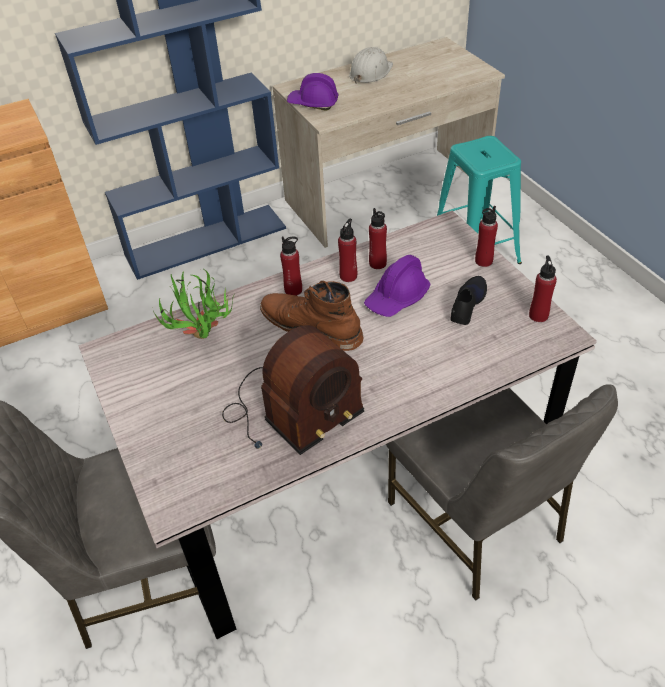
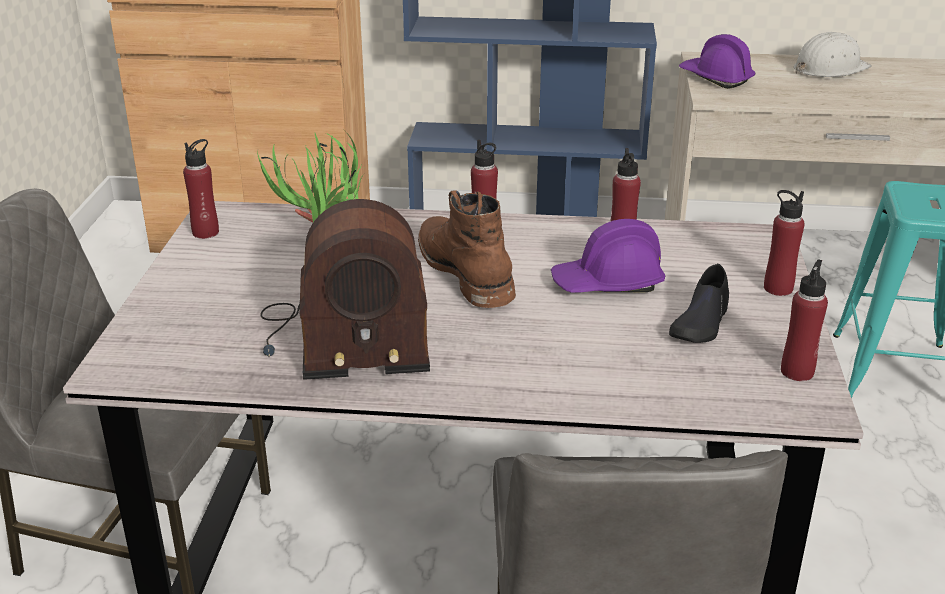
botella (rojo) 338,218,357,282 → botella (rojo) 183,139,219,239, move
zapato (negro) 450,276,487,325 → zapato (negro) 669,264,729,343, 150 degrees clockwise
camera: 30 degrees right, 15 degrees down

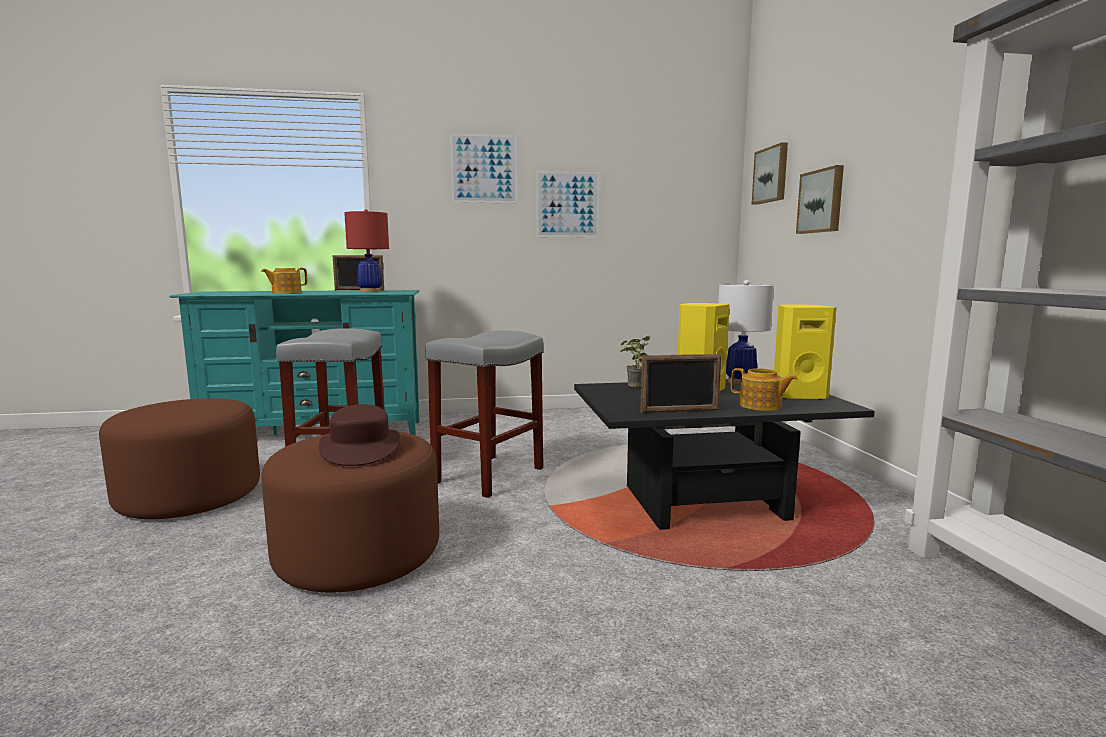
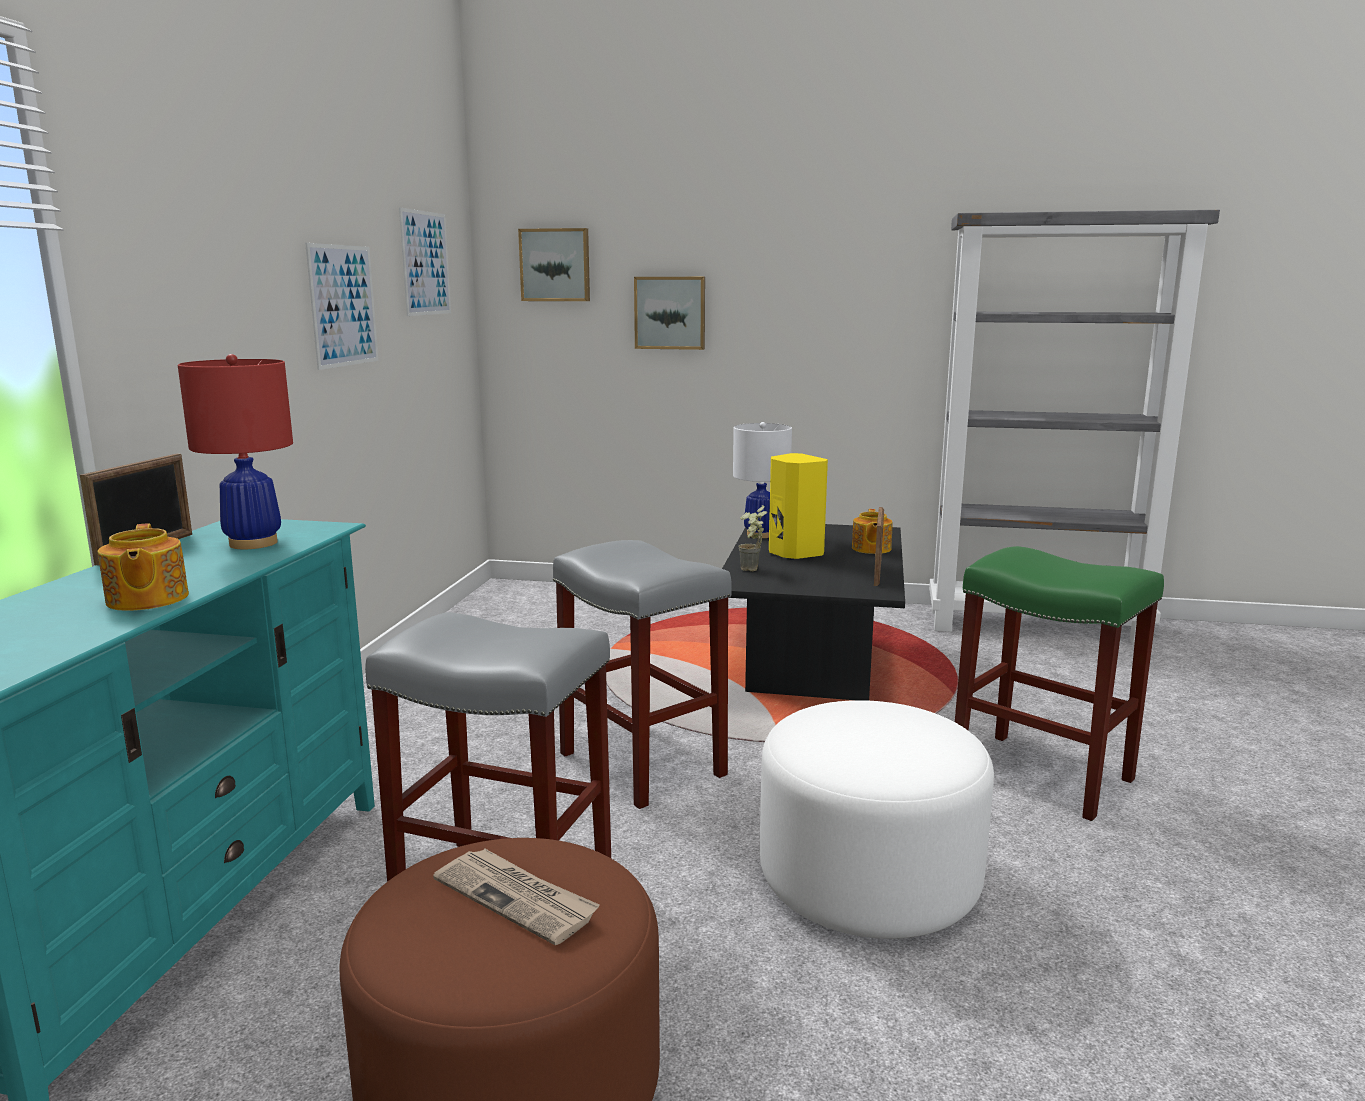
puf (marrón) 261,431,439,593 → puf (blanco) 760,700,994,939
sombrero (marrón) 319,404,400,466 → -
cuadro 450,133,517,203 → cuadro 399,208,451,316, move
tetera 731,368,797,411 → tetera 852,509,892,554, 135 degrees clockwise
altavoz (amarillo) 774,305,837,400 → -
- → periódico 433,849,600,945
- → taburete (verde) 955,546,1164,821
camera: 70 degrees left, 5 degrees up

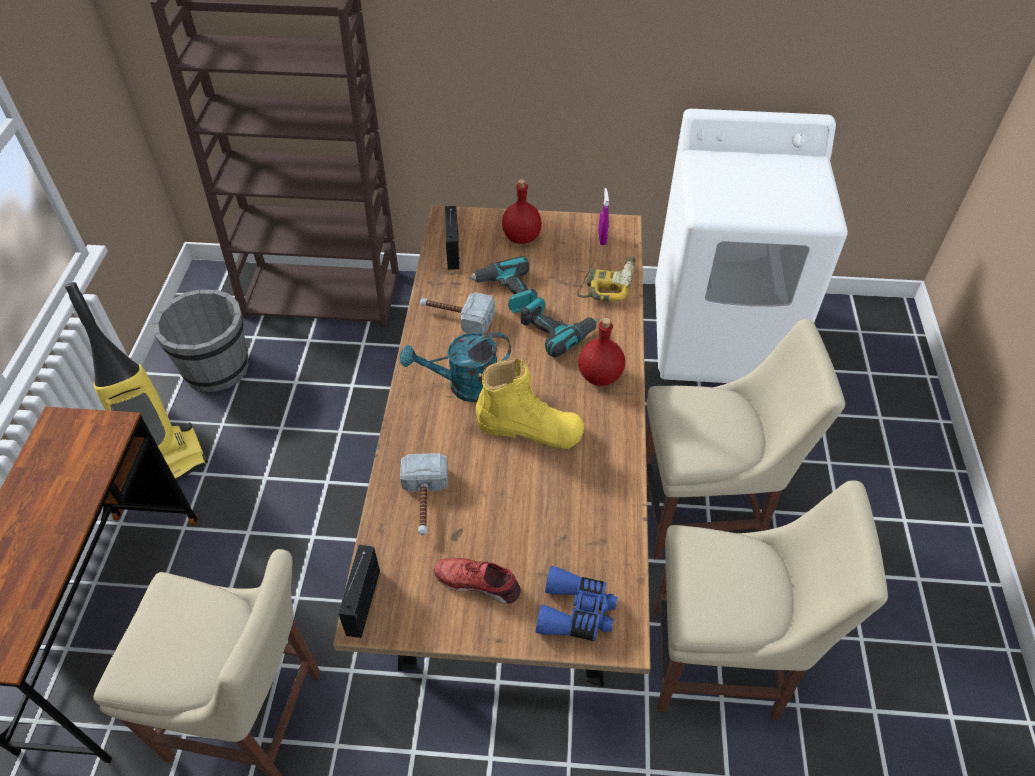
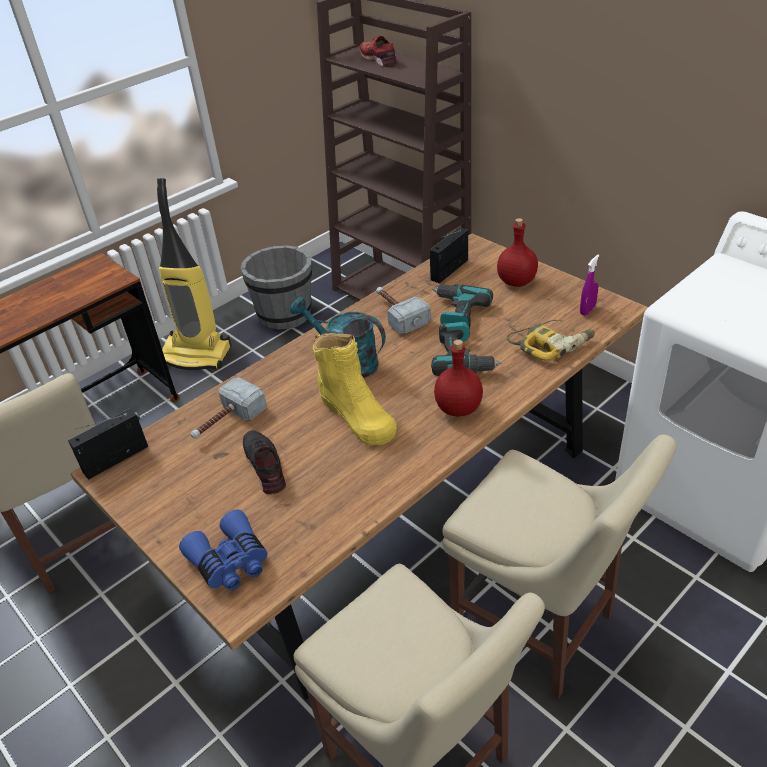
zapato (rojo) 434,558,521,604 → zapato (rojo) 360,36,397,67, move
- → zapato (negro) 243,430,286,494
camera: 45 degrees right, 10 degrees down

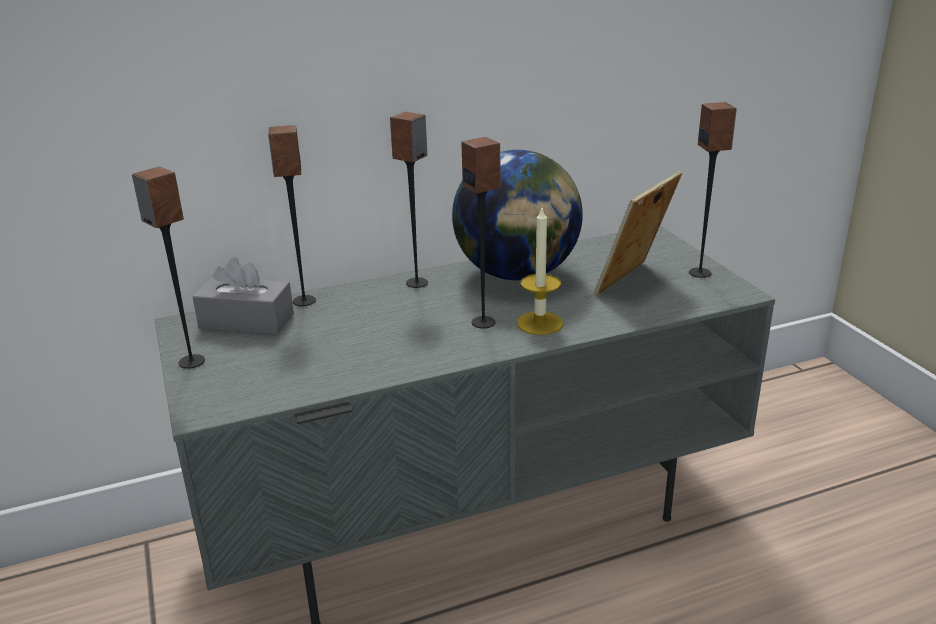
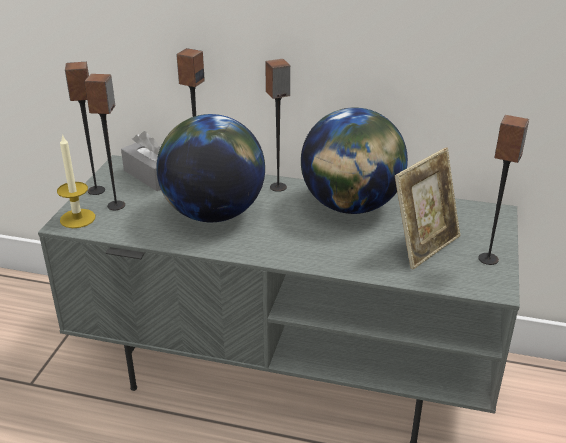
altavoz 461,137,501,329 → altavoz 85,74,125,210, move
vela 517,208,563,335 → vela 57,134,95,228, move
portarretratos 594,171,682,295 → portarretratos 395,148,460,269, 150 degrees clockwise
- → globo terráqueo 156,114,265,222
camera: 35 degrees right, 5 degrees up

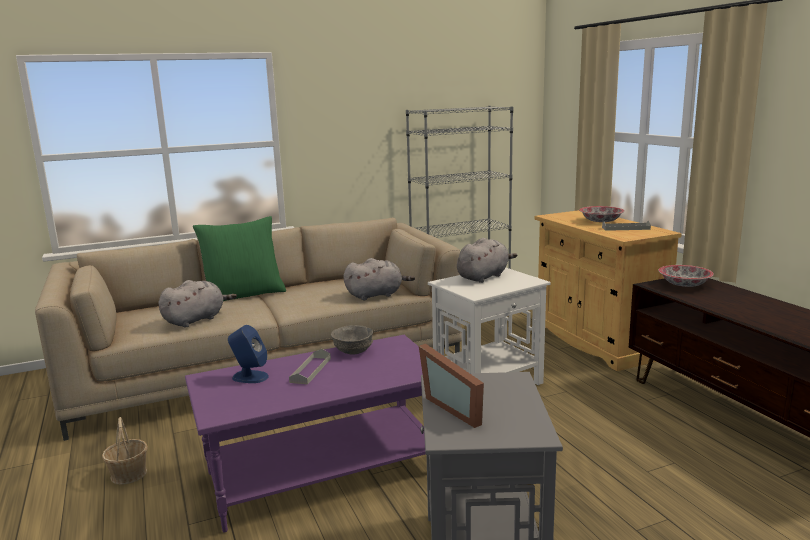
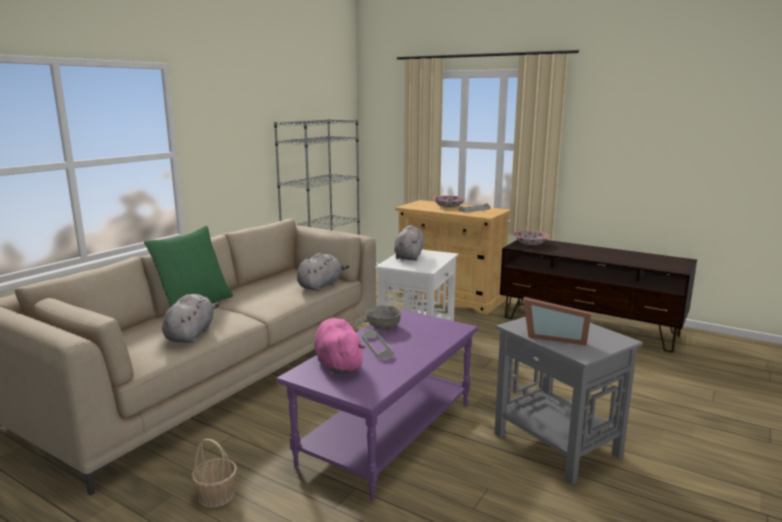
altavoz (azul) 228,325,269,383 → peluche (rosa) 314,318,365,374
camera: 35 degrees left, 0 degrees up

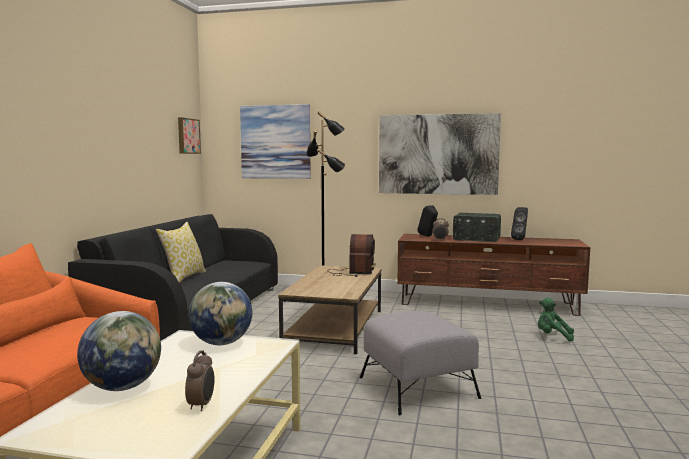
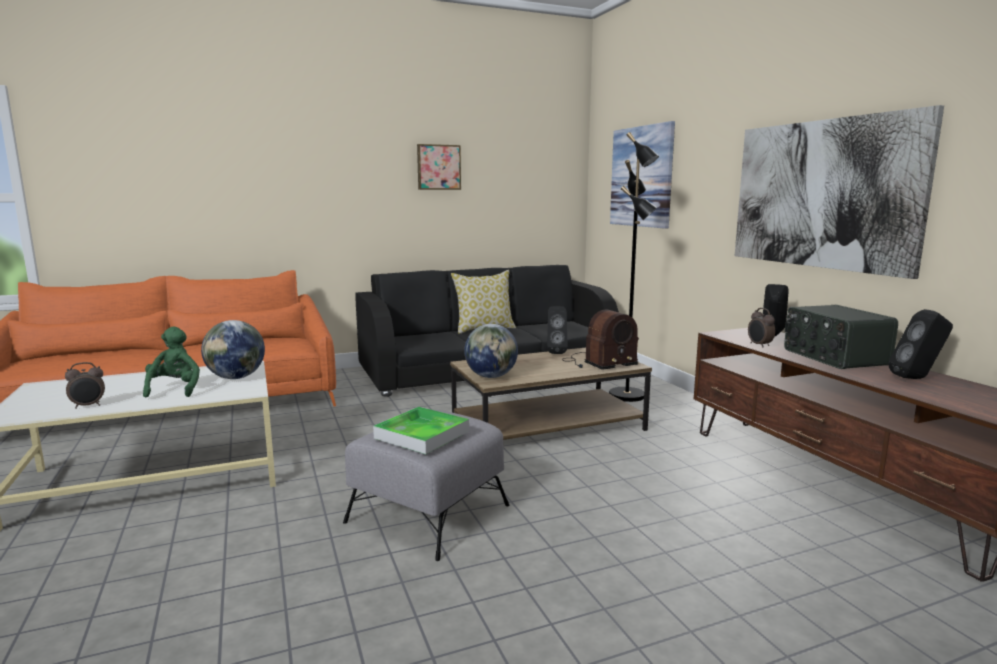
globo terráqueo 77,311,161,391 → globo terráqueo 464,324,518,378, move
cuadro 178,117,201,154 → cuadro 417,144,461,190, move
peluche (verde) 538,298,574,341 → peluche (verde) 143,327,200,397, move
- → bandeja 373,407,469,454
- → altavoz (negro) 547,306,568,354
camera: 55 degrees right, 5 degrees up

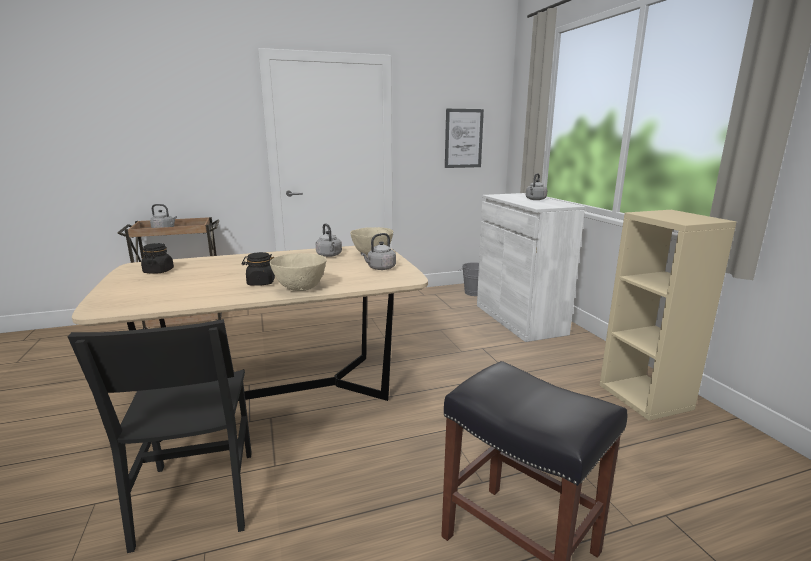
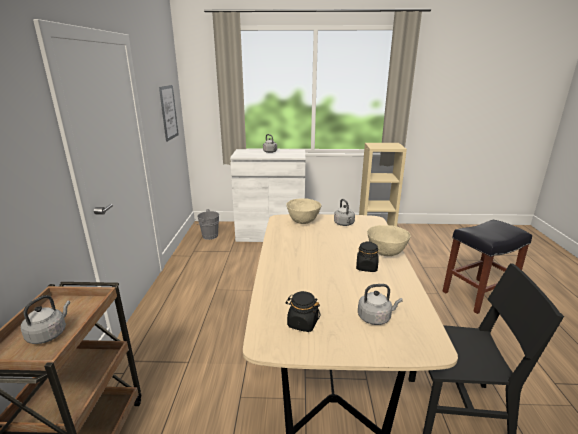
hervidor (gris) 316,223,342,257 → hervidor (gris) 358,284,403,325, move
camera: 70 degrees left, 5 degrees up

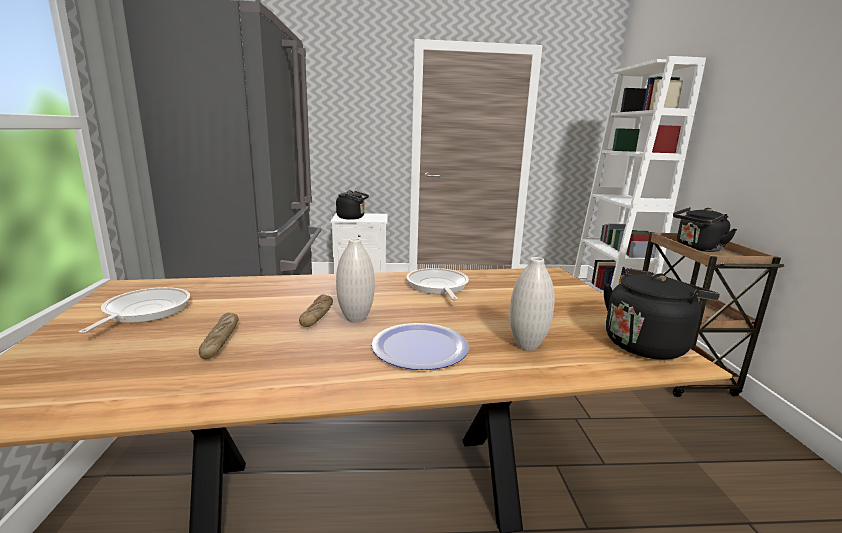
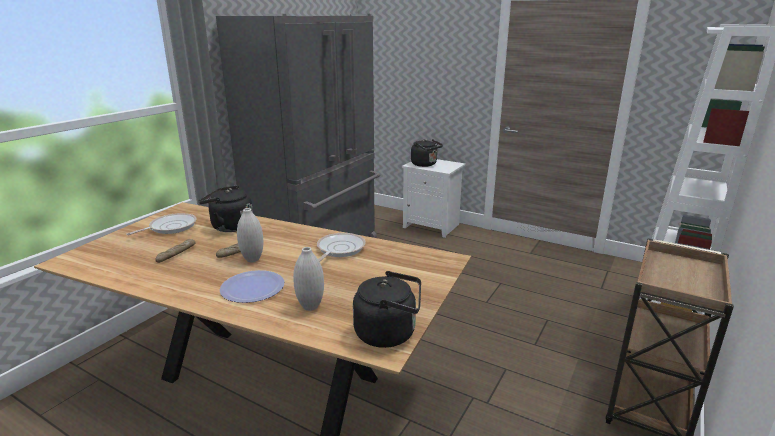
hervidor (negro) 673,207,737,252 → hervidor (negro) 199,185,253,232, move
camera: 35 degrees right, 5 degrees up

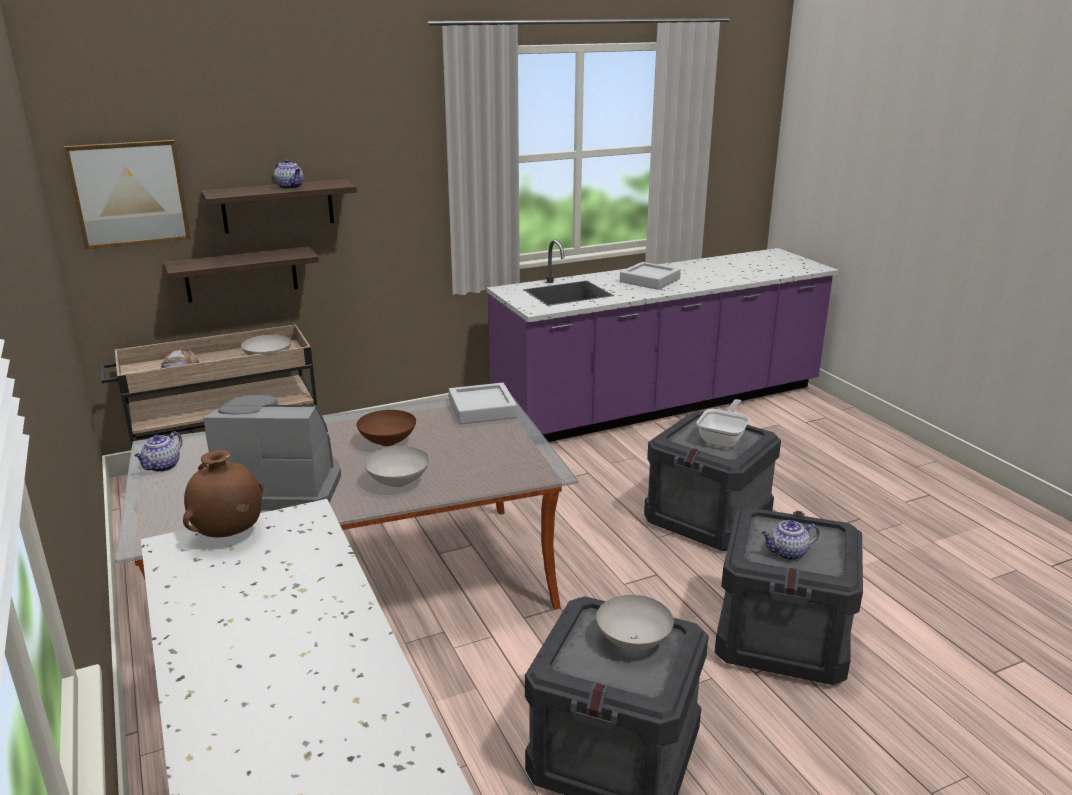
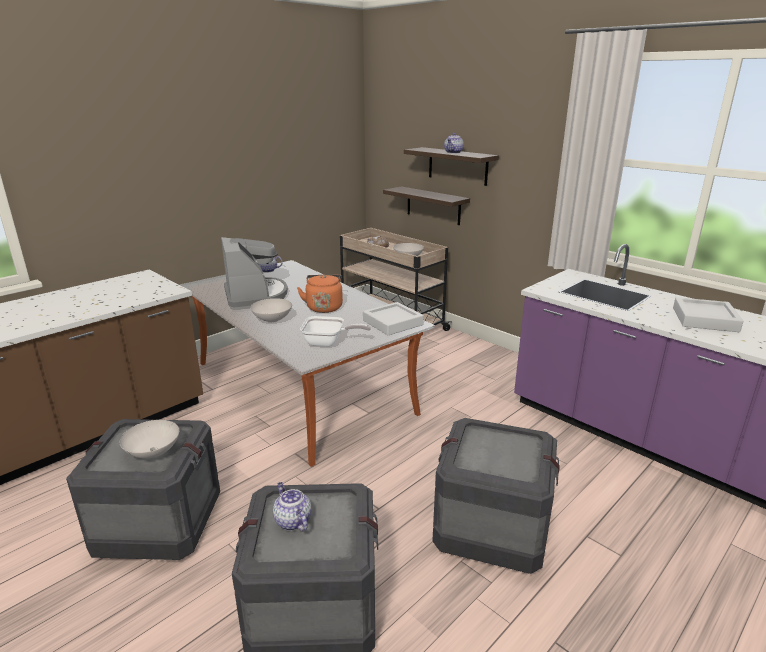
cuadro 64,140,191,250 → -
florero (marrón) 183,450,263,537 → -
cuenco (marrón) 356,410,416,446 → hervidor (naranja) 297,274,343,313
sartén 697,399,750,448 → sartén 300,316,371,347, move
camera: 70 degrees right, 0 degrees up

